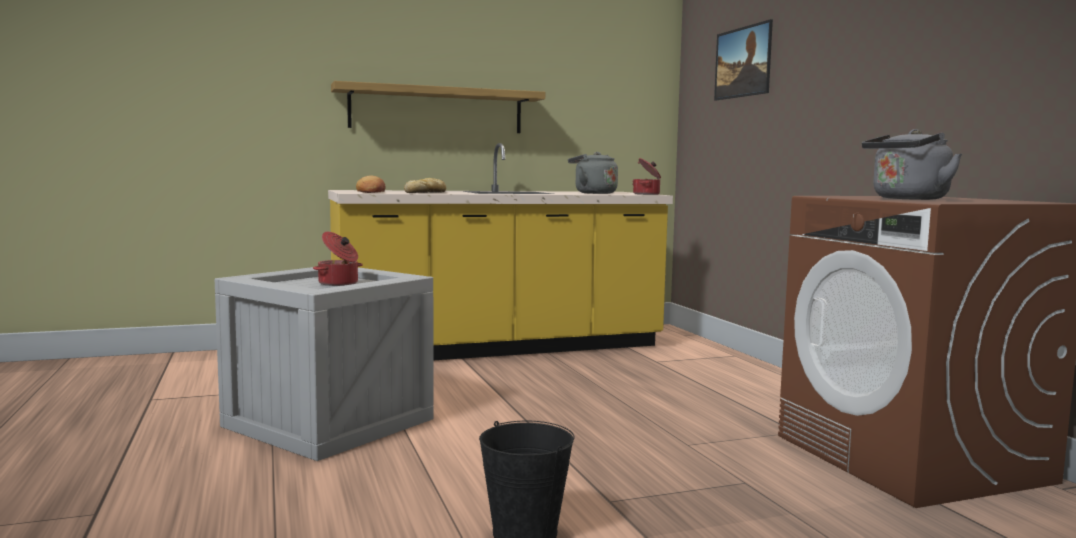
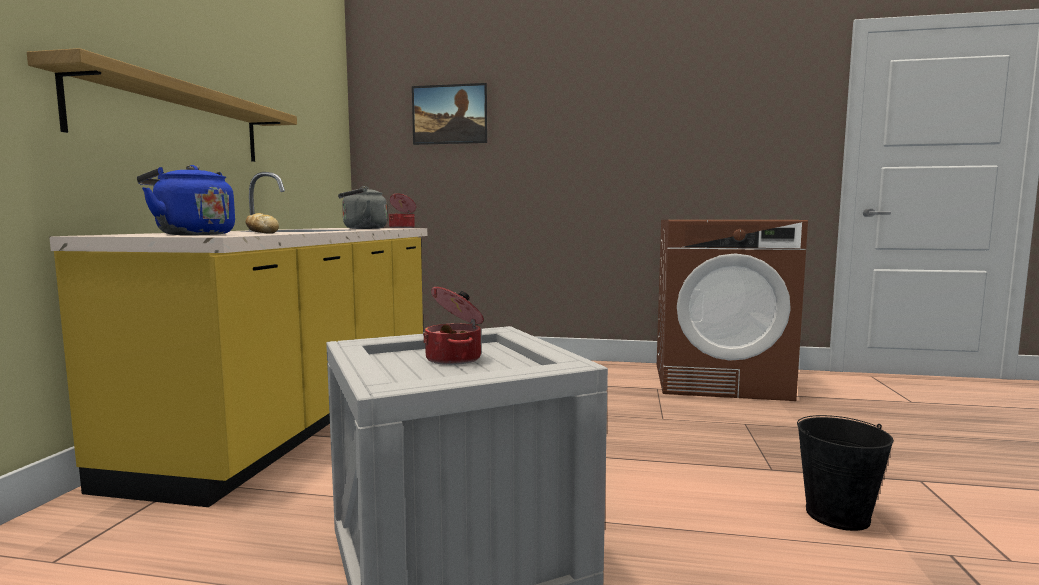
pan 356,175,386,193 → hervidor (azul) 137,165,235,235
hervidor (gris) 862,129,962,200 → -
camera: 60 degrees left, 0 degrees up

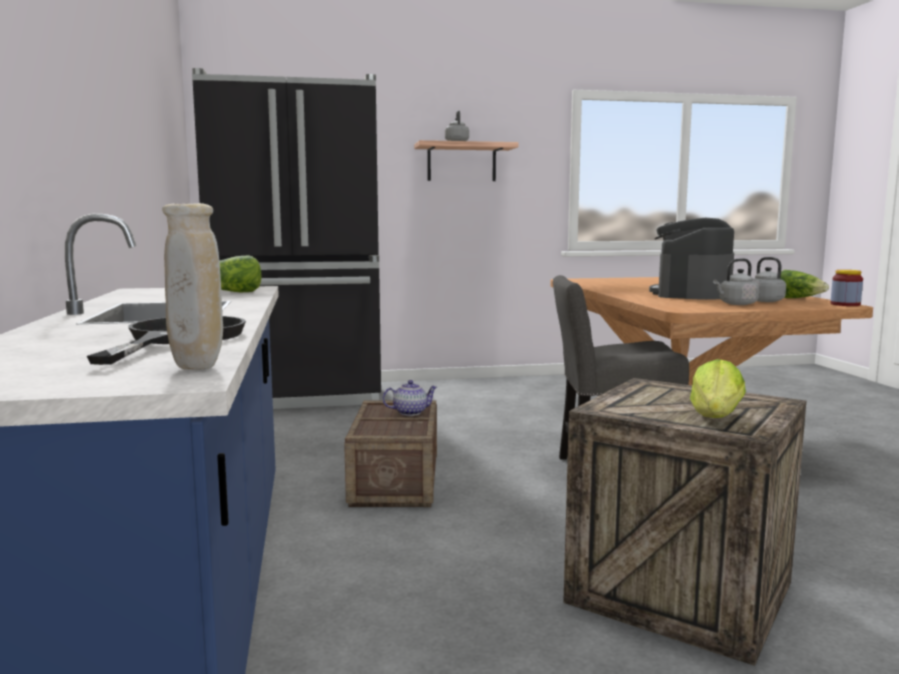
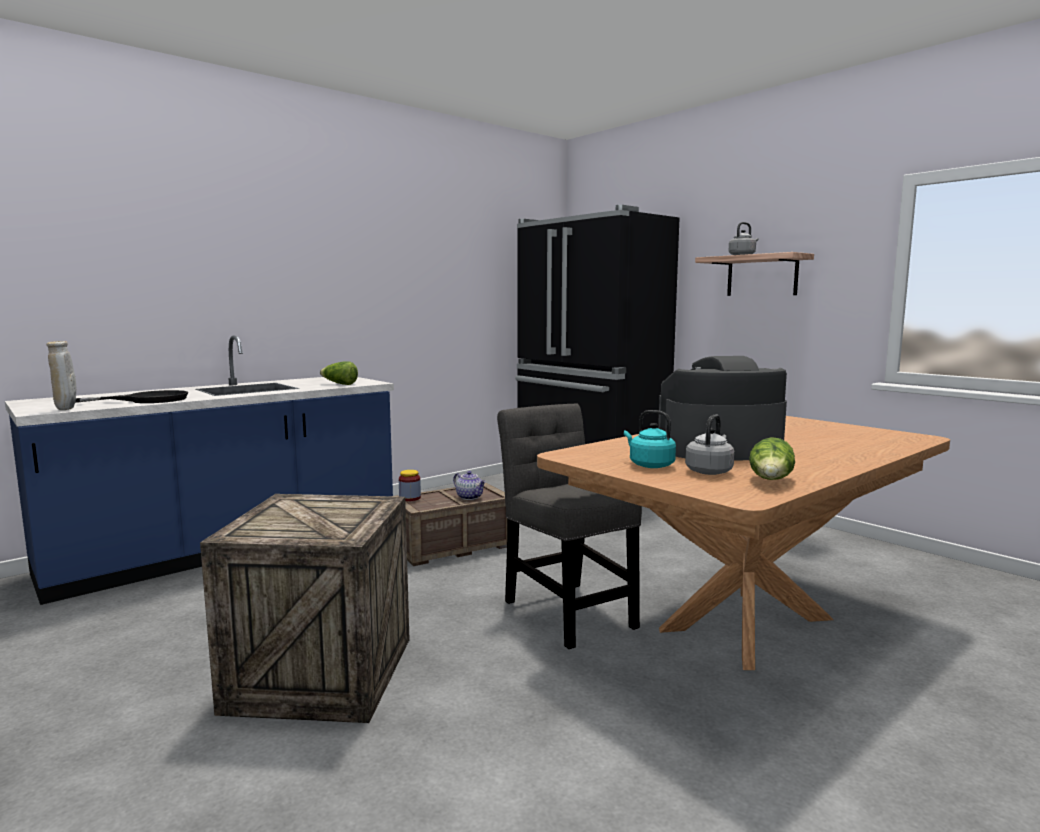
lechuga 690,359,746,418 → -
hervidor (gris) 713,258,759,305 → hervidor (turquesa) 624,410,676,468
tarro 830,270,863,306 → tarro 399,470,421,501, move
camera: 60 degrees right, 0 degrees up

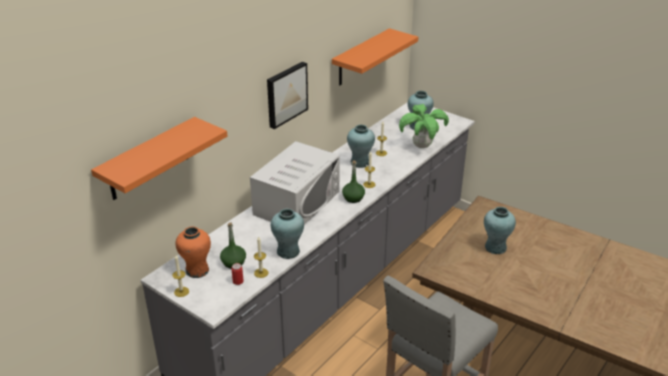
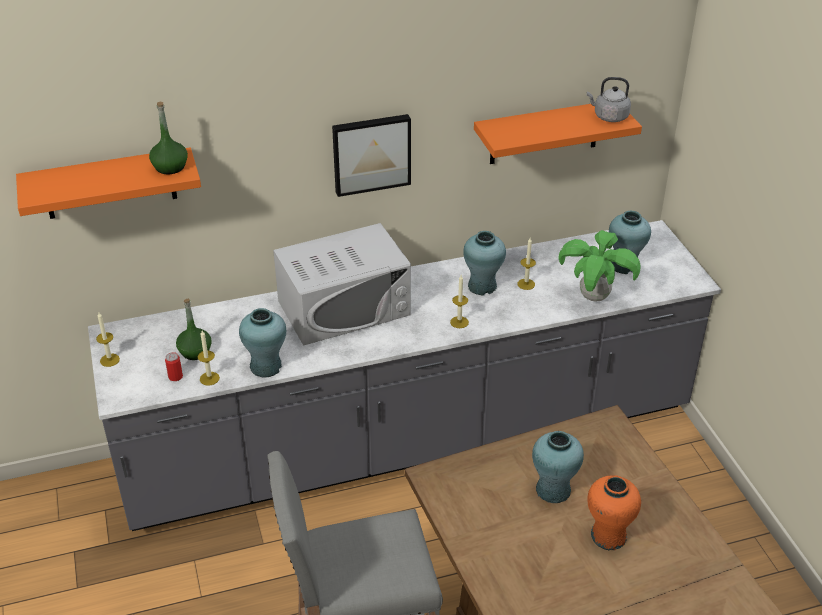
florero (naranja) 175,227,211,278 → florero (naranja) 587,475,641,550, move
botella (verde) 342,160,365,203 → botella (verde) 149,101,188,174, move
- → hervidor (gris) 587,77,631,122
camera: 35 degrees right, 5 degrees up

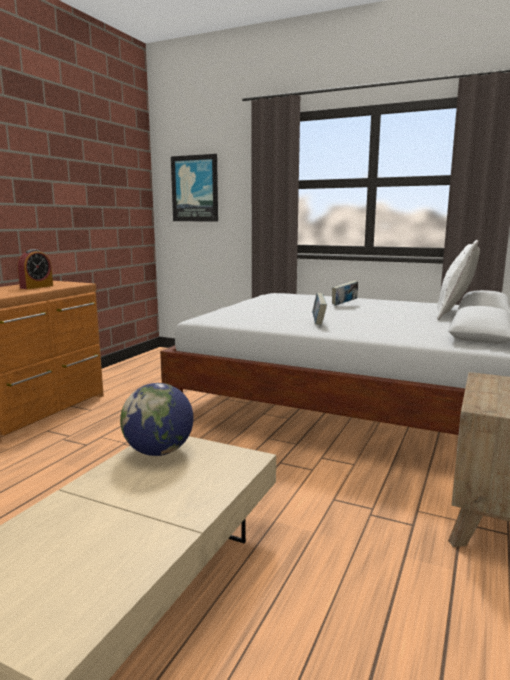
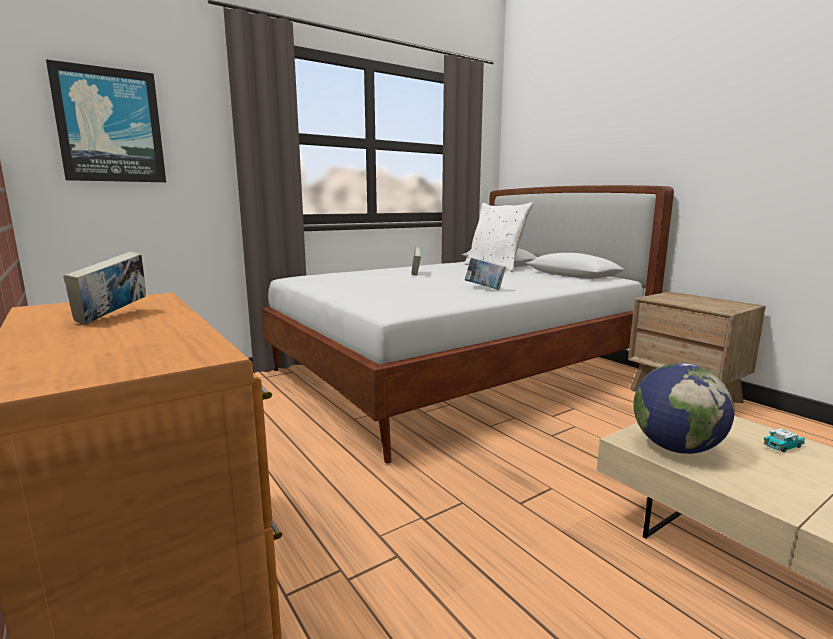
despertador 18,249,53,289 → libro 63,252,146,324
- → coche de juguete 763,428,805,452
camera: 60 degrees left, 0 degrees up

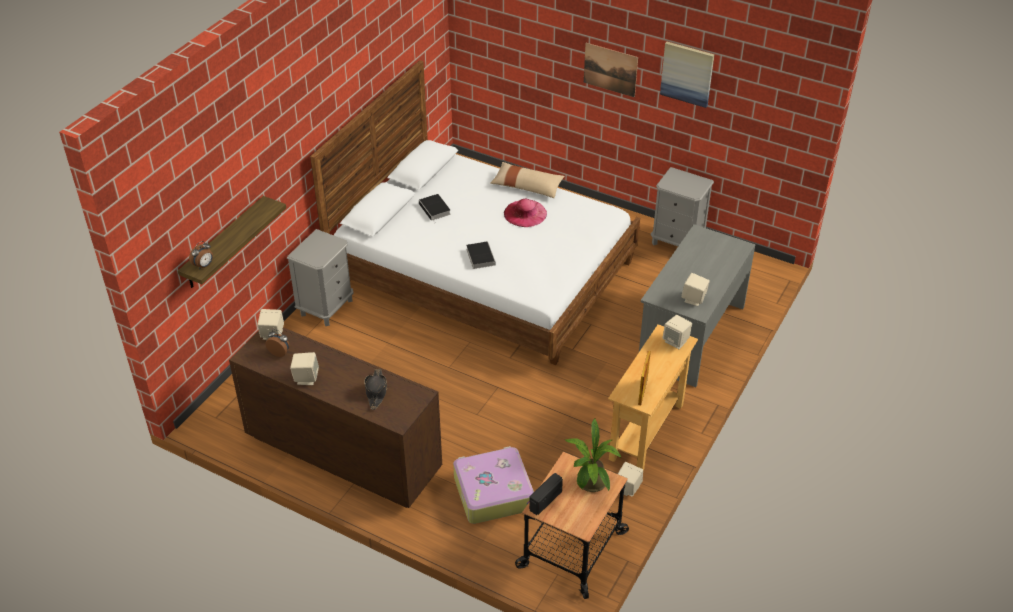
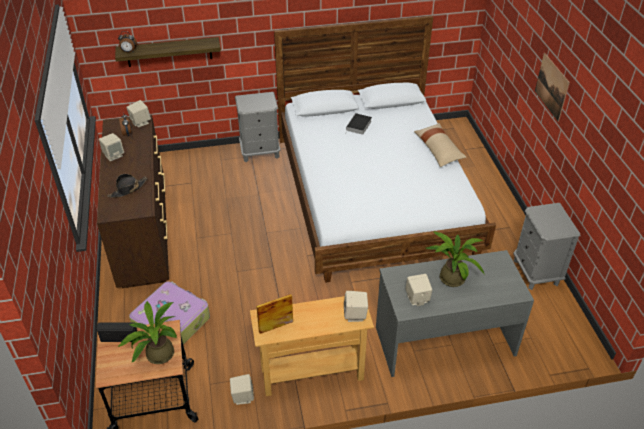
libro 466,241,495,269 → -
sombrero (rosa) 504,199,547,227 → -
cuadro 660,42,715,108 → -
- → planta en maceta 426,231,485,287
camera: 50 degrees right, 0 degrees up

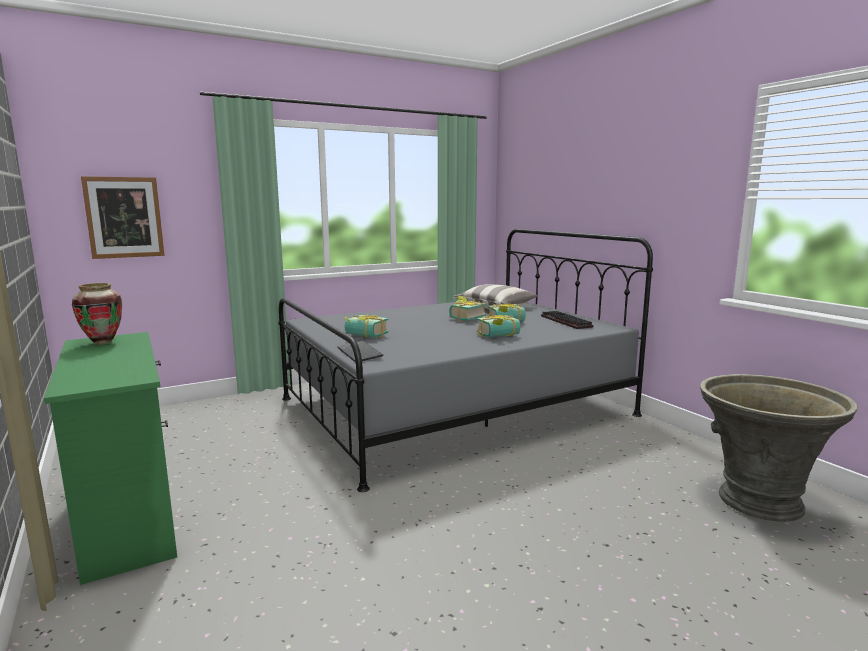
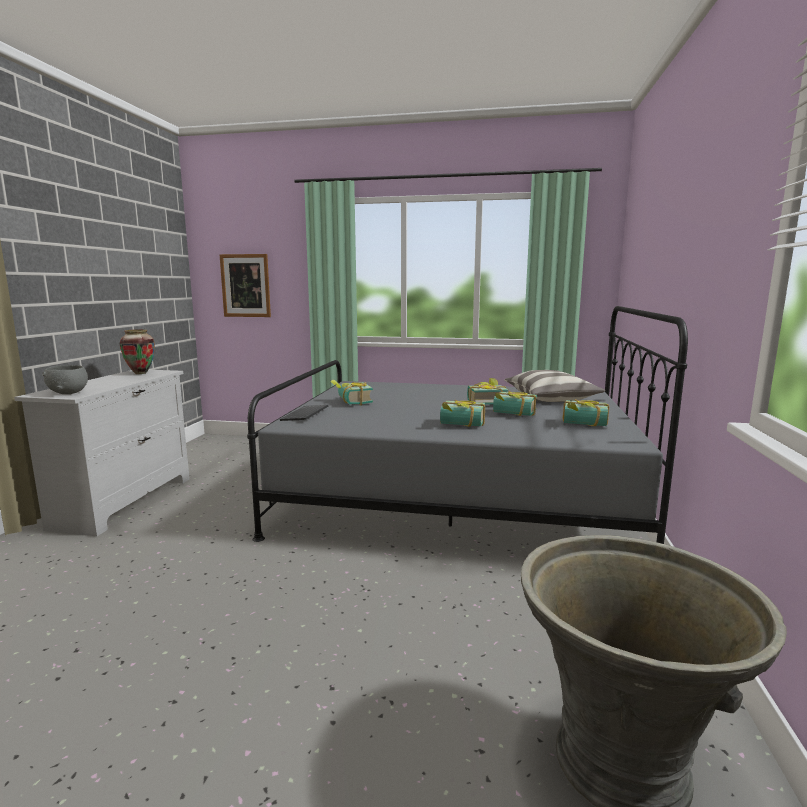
cómoda (verde) 44,332,177,585 → cómoda (blanco) 14,370,190,536
teclado 541,311,593,329 → libro 562,399,609,426
- → cuenco (gris) 42,365,88,394
camera: 40 degrees right, 0 degrees up

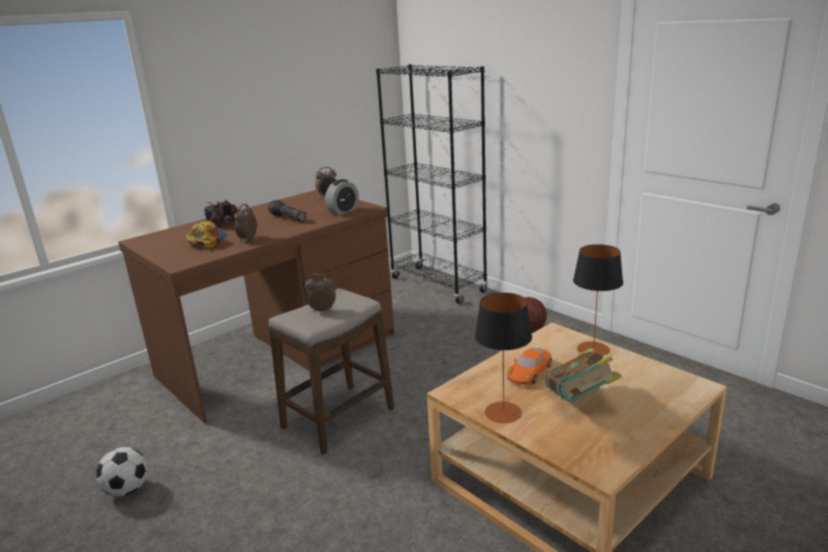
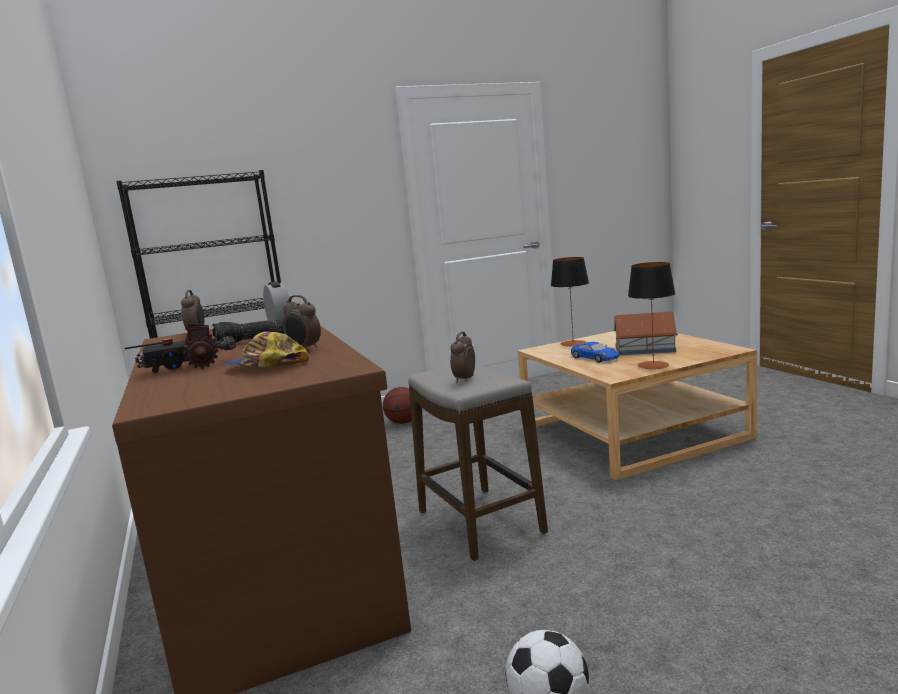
coche de juguete (naranja) 507,348,552,385 → coche de juguete (azul) 571,342,620,363
libro 545,348,622,401 → casita 614,312,678,355
camera: 70 degrees left, 10 degrees down

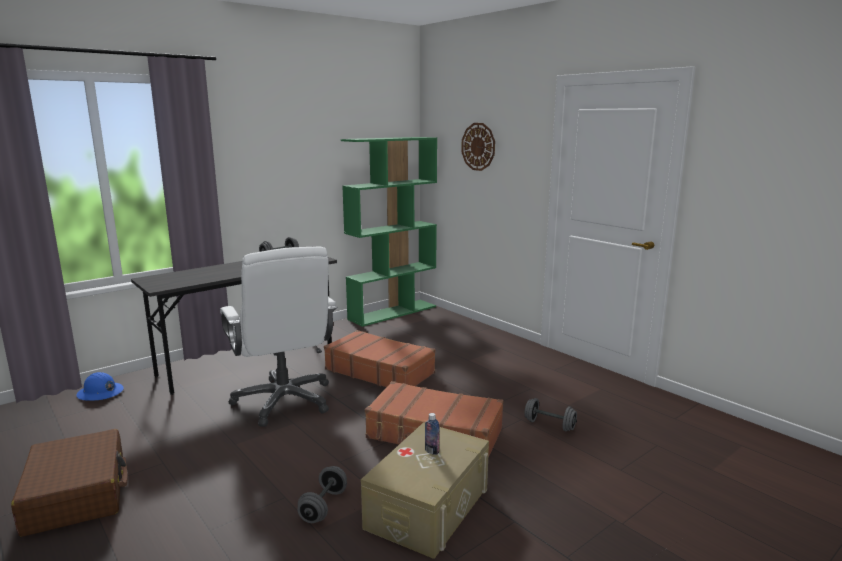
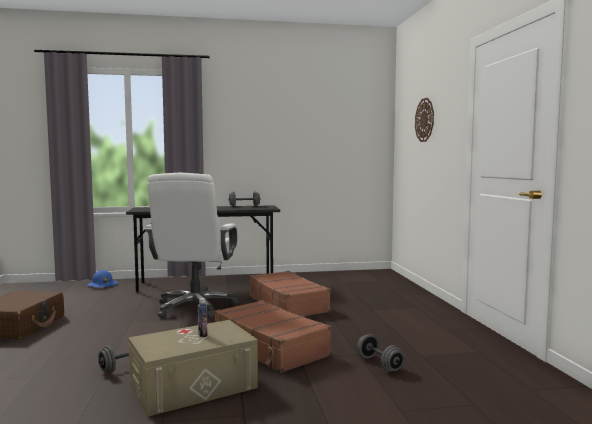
estantería (verde) 341,137,437,327 → -
camera: 30 degrees right, 10 degrees down

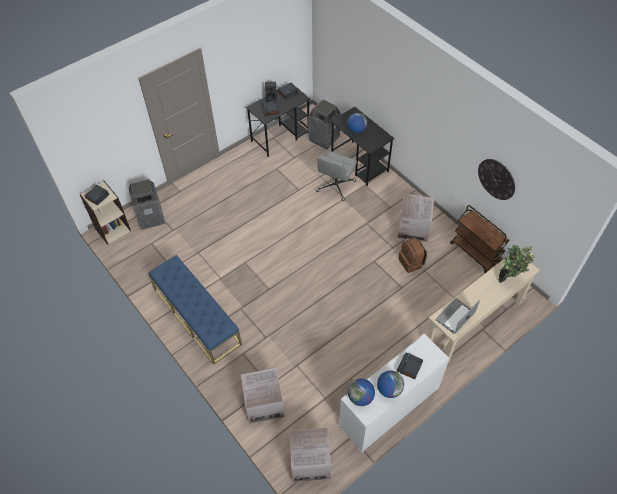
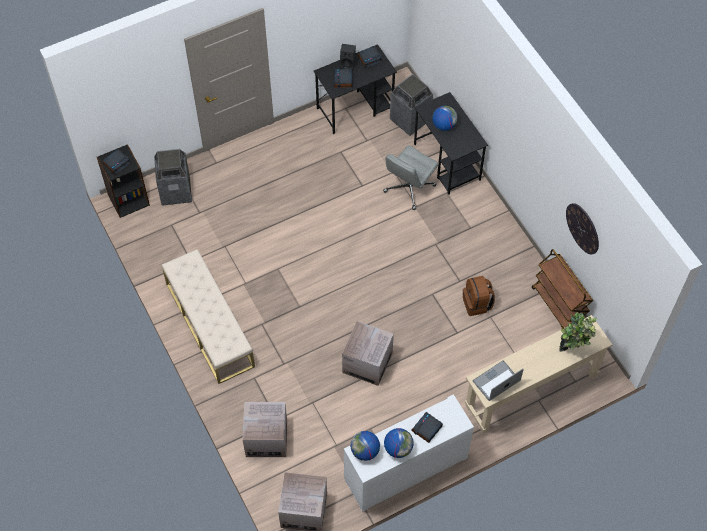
estantería (beis) 80,181,131,245 → estantería (negro) 97,144,150,218
banco (azul) 148,255,242,365 → banco (beis) 162,249,255,384
caja de cartón 397,194,434,242 → caja de cartón 342,321,394,386, move
camera: 10 degrees right, 5 degrees up

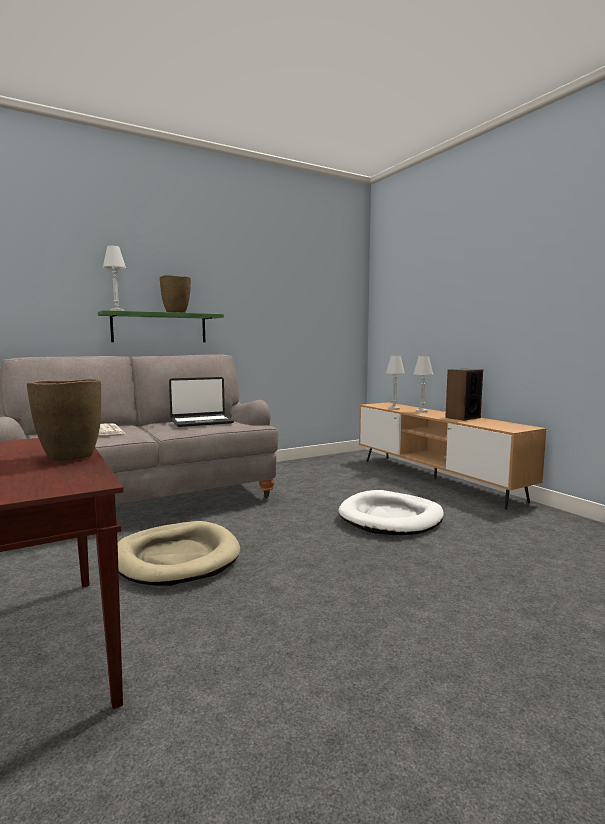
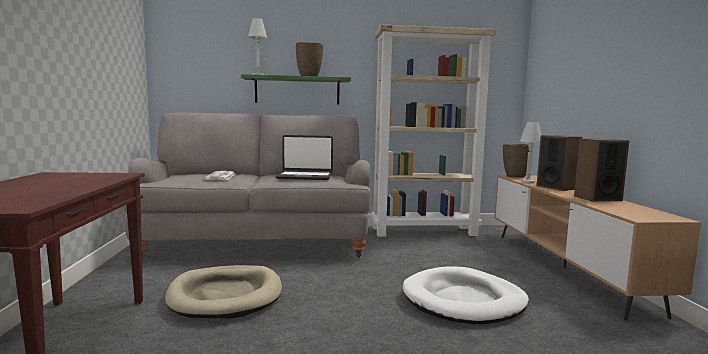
florero (marrón) 27,379,101,461 → florero (marrón) 503,144,532,178, move
lámpara de mesa (blanco) 413,356,433,413 → altavoz 536,135,582,191
- → estantería (beis) 371,25,496,237
camera: 25 degrees right, 0 degrees up

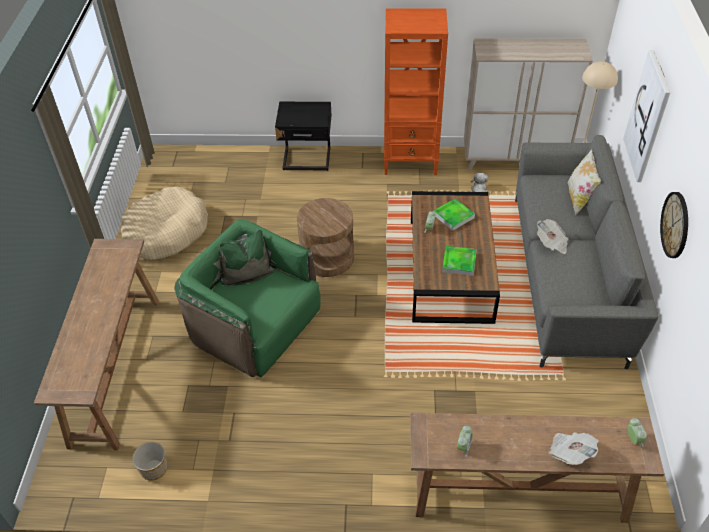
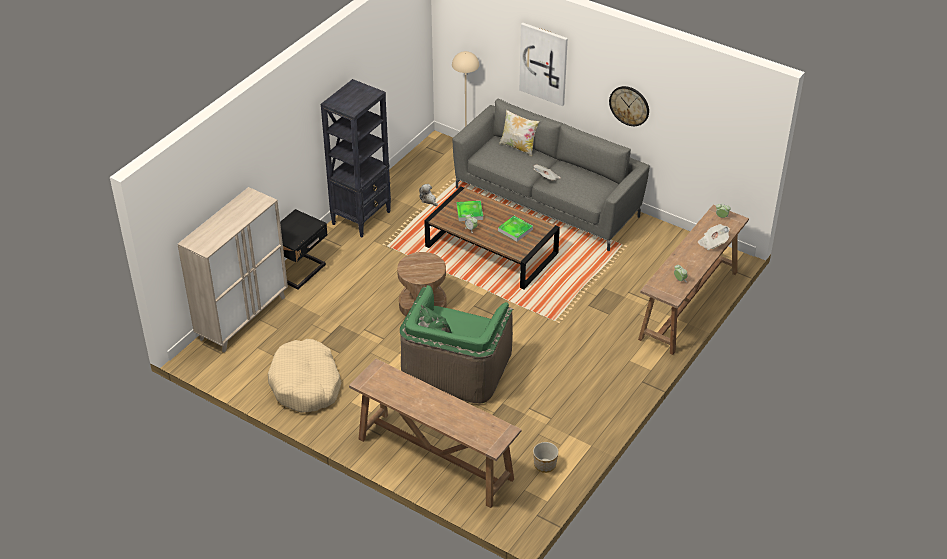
sillón (verde) 174,219,321,378 → sillón (verde) 400,285,513,404, 45 degrees counterclockwise
estantería (naranja) 384,8,448,175 → estantería (negro) 321,79,391,237
armario (beis) 464,38,593,169 → armario (beis) 178,187,288,352, move
camera: 60 degrees left, 5 degrees down

